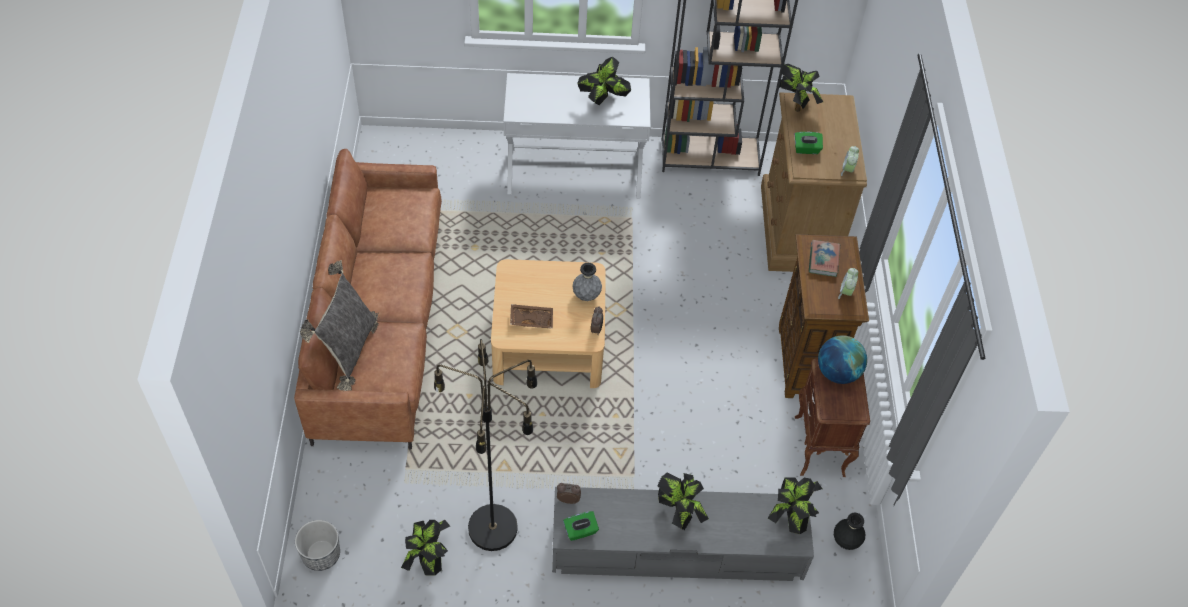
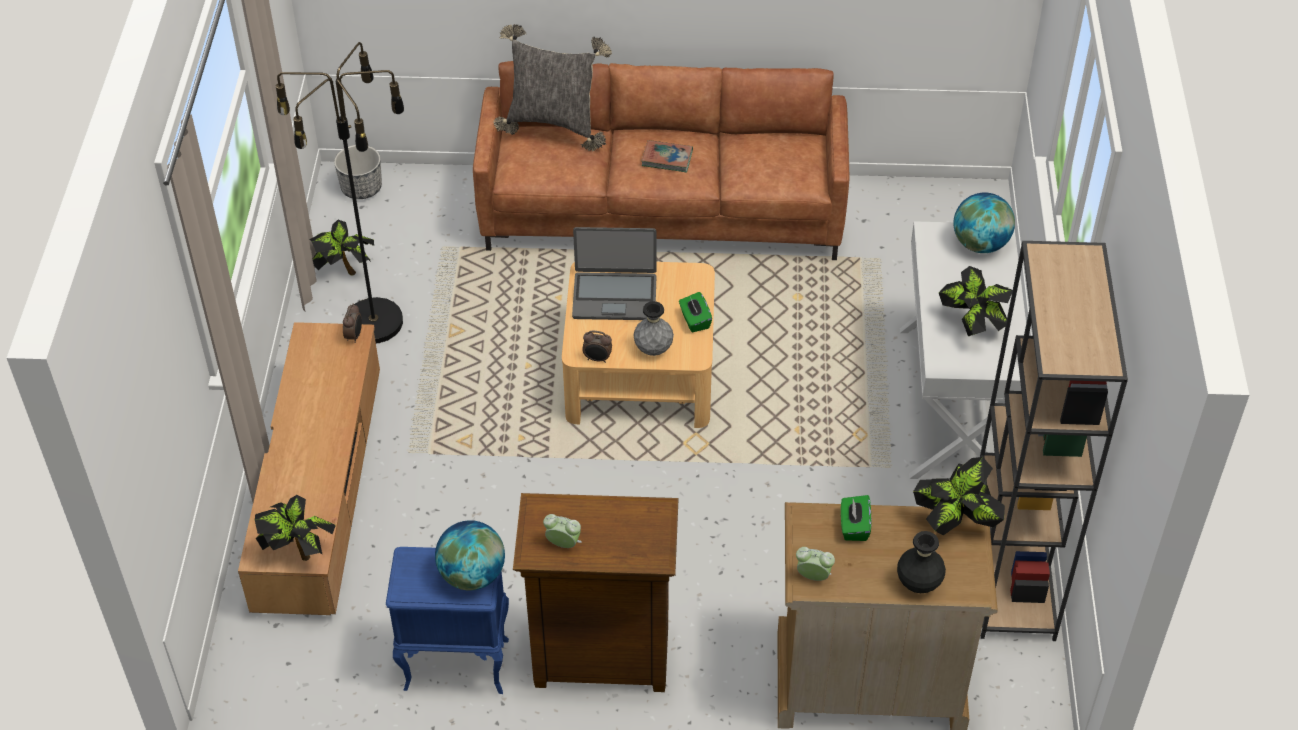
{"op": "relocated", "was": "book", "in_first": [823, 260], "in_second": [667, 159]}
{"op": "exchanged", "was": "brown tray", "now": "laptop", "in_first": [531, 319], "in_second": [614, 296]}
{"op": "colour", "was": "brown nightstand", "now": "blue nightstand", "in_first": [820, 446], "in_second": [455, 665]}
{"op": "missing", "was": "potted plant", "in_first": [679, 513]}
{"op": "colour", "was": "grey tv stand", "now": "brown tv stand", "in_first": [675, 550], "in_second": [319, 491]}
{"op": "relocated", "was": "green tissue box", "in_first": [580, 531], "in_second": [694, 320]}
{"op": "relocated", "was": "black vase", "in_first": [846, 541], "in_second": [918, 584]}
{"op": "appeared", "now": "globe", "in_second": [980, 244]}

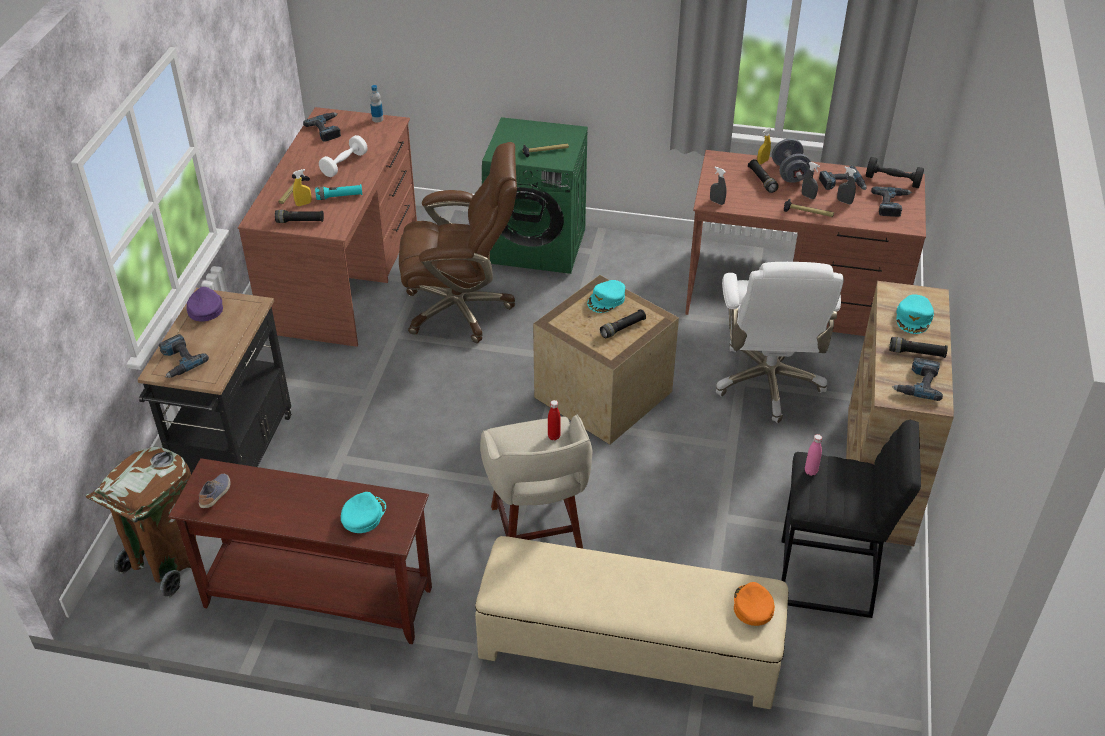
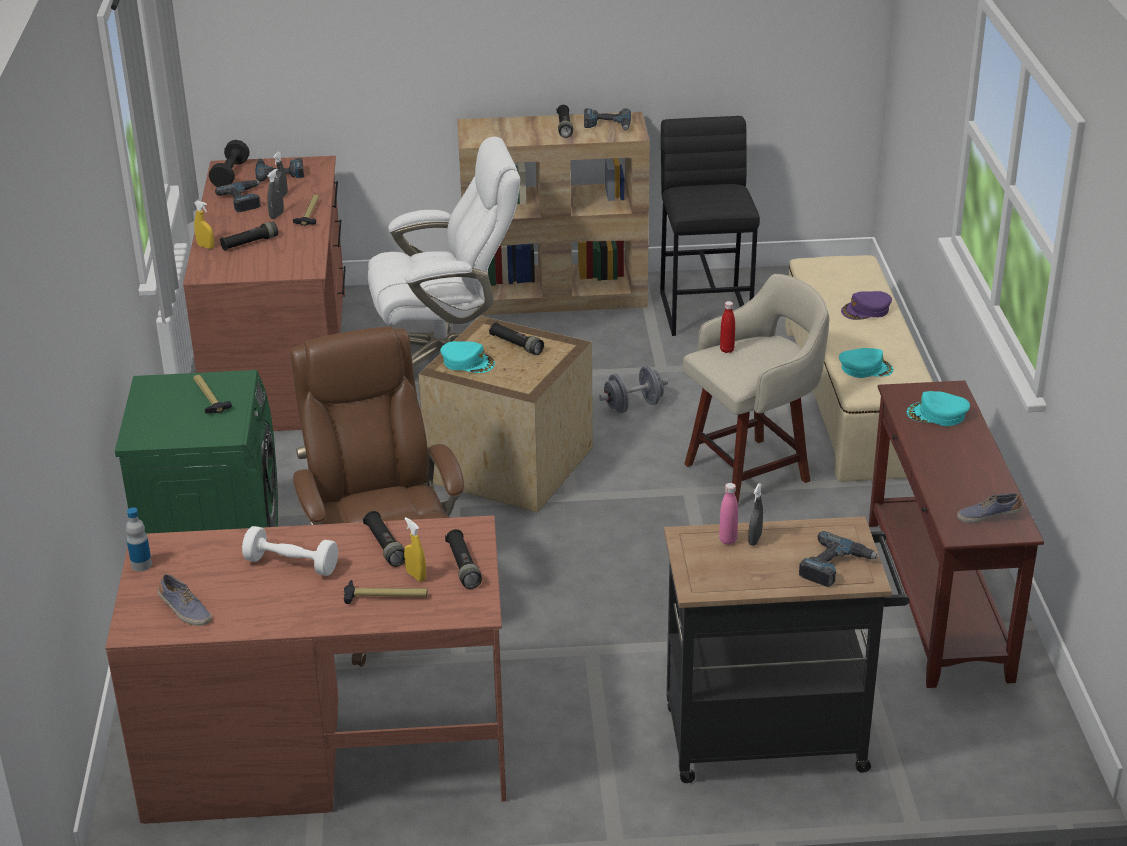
{"op": "exchanged", "was": "power drill", "now": "shoe", "in_first": [327, 129], "in_second": [184, 611]}
{"op": "relocated", "was": "grey dumbbell", "in_first": [789, 173], "in_second": [633, 406]}
{"op": "relocated", "was": "grey spray bottle", "in_first": [717, 202], "in_second": [755, 539]}
{"op": "colour", "was": "turquoise flashlight", "now": "black flashlight", "in_first": [339, 197], "in_second": [385, 546]}
{"op": "relocated", "was": "purple cap", "in_first": [205, 308], "in_second": [866, 310]}
{"op": "relocated", "was": "turquoise cap", "in_first": [914, 318], "in_second": [865, 368]}
{"op": "relocated", "was": "pink bottle", "in_first": [810, 471], "in_second": [728, 540]}
{"op": "missing", "was": "brown trash can", "in_first": [165, 563]}
{"op": "missing", "was": "orange cap", "in_first": [752, 606]}

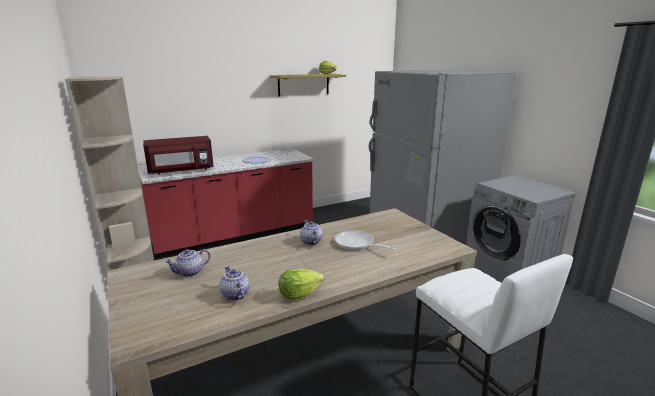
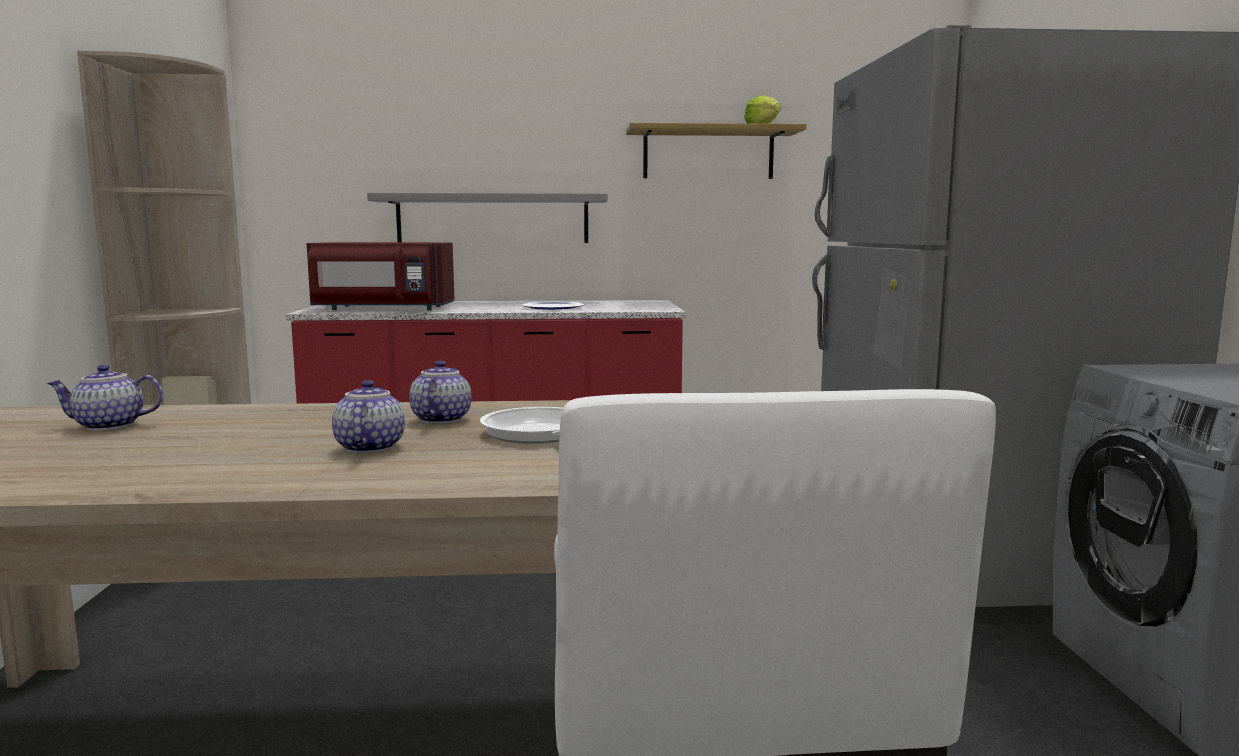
{"op": "relocated", "was": "teapot", "in_first": [234, 295], "in_second": [368, 447]}
{"op": "missing", "was": "lettuce", "in_first": [299, 294]}
{"op": "appeared", "now": "grey shelf", "in_second": [493, 219]}

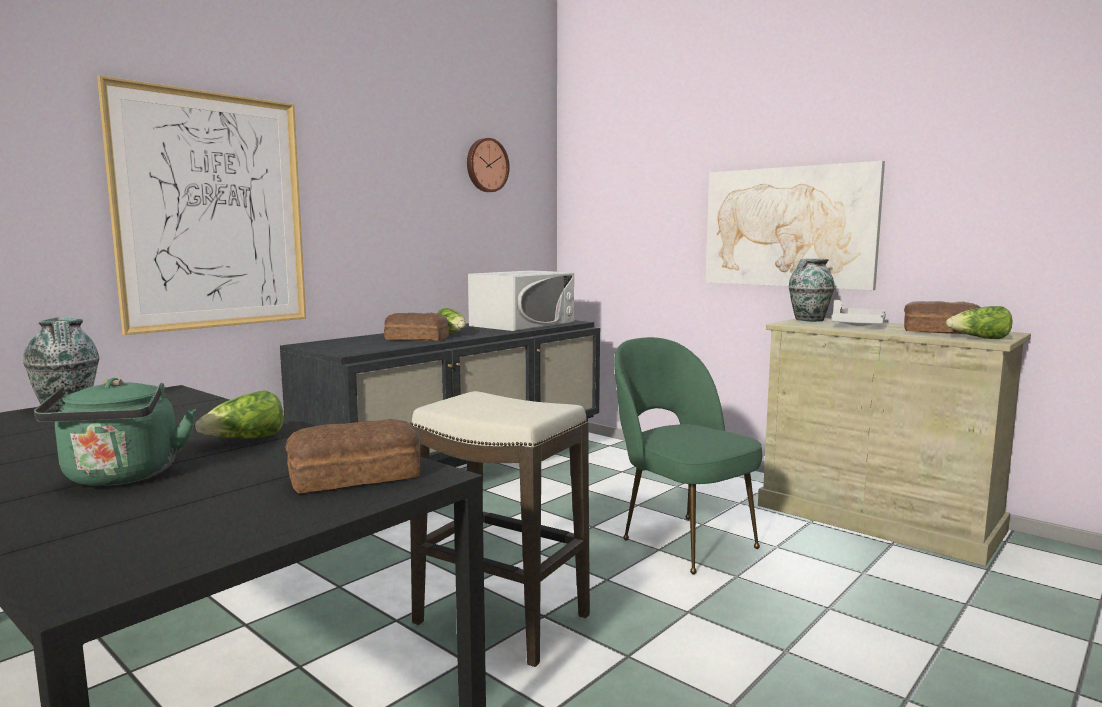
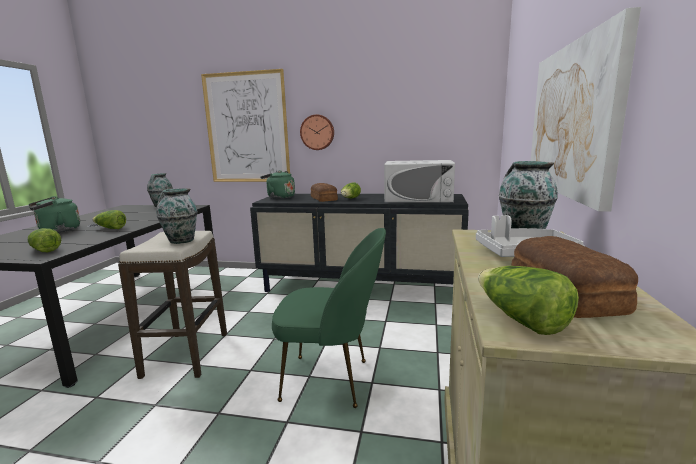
{"op": "relocated", "was": "wall clock", "in_first": [486, 165], "in_second": [317, 132]}
{"op": "spun", "was": "green chair", "in_first": [682, 540], "in_second": [333, 381], "clockwise": 75}
{"op": "exchanged", "was": "bread", "now": "lettuce", "in_first": [357, 477], "in_second": [44, 250]}
{"op": "appeared", "now": "green kettle", "in_second": [279, 197]}
{"op": "appeared", "now": "vase", "in_second": [181, 241]}

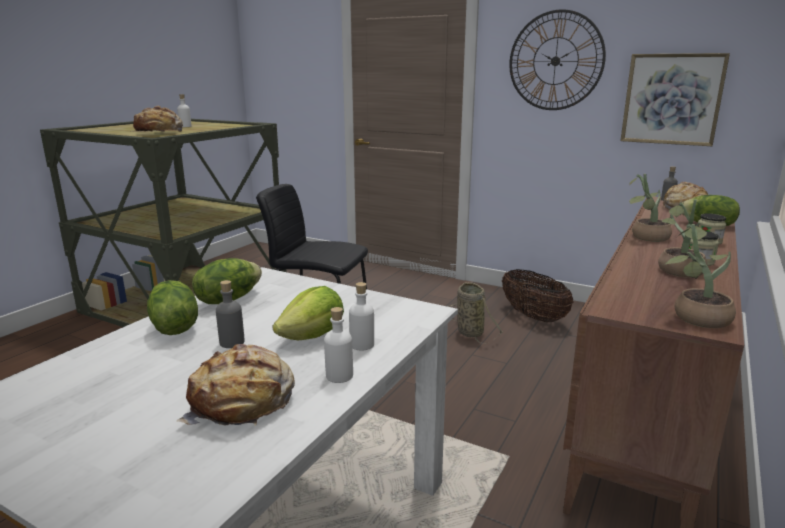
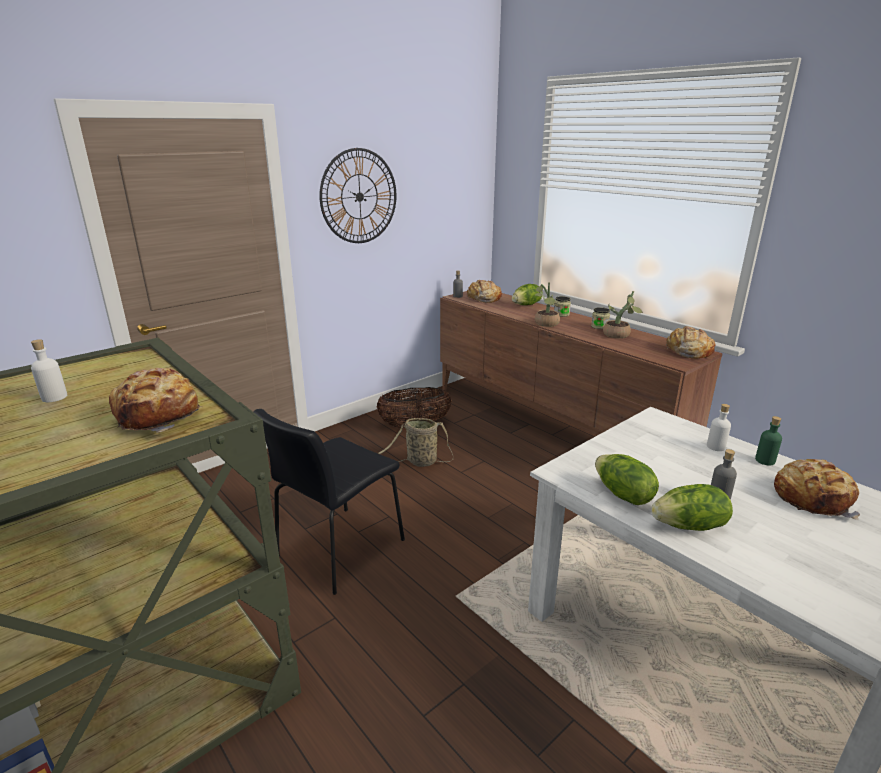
{"op": "missing", "was": "picture", "in_first": [672, 99]}
{"op": "exchanged", "was": "potted plant", "now": "bread", "in_first": [694, 317], "in_second": [688, 351]}
{"op": "missing", "was": "lettuce", "in_first": [313, 336]}
{"op": "colour", "was": "white bottle", "now": "green bottle", "in_first": [339, 376], "in_second": [765, 460]}

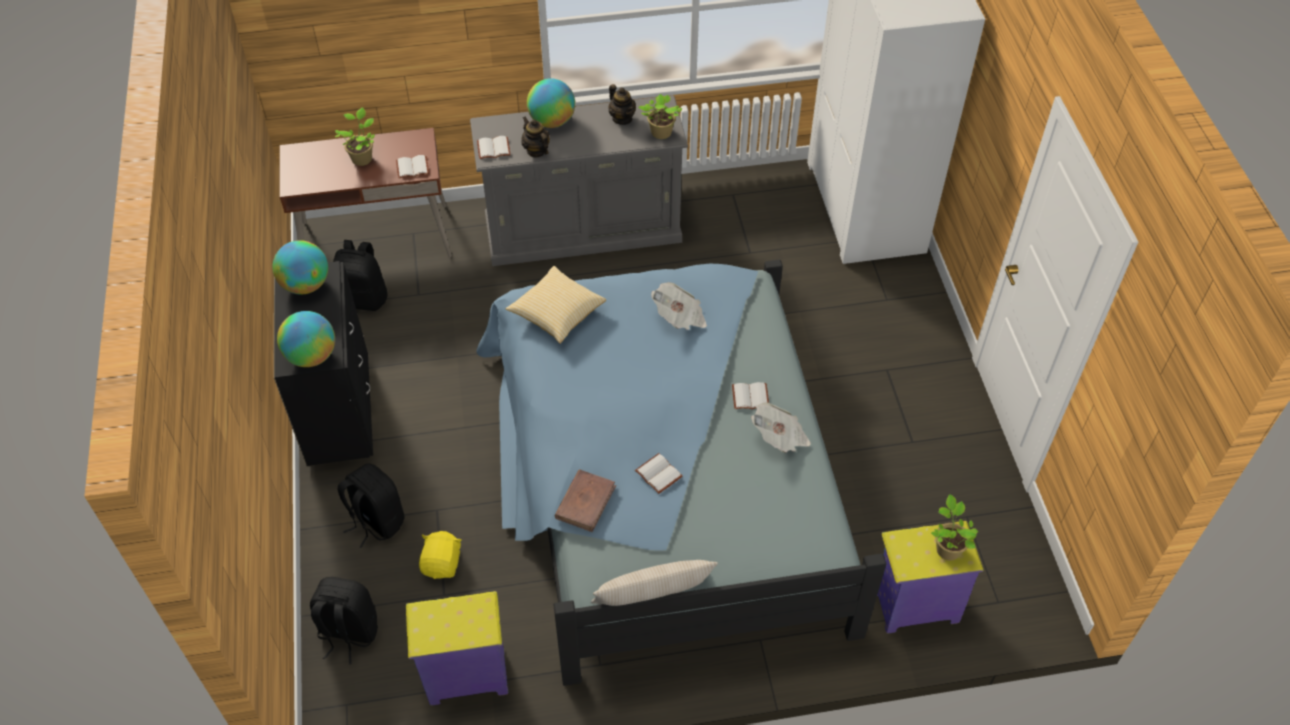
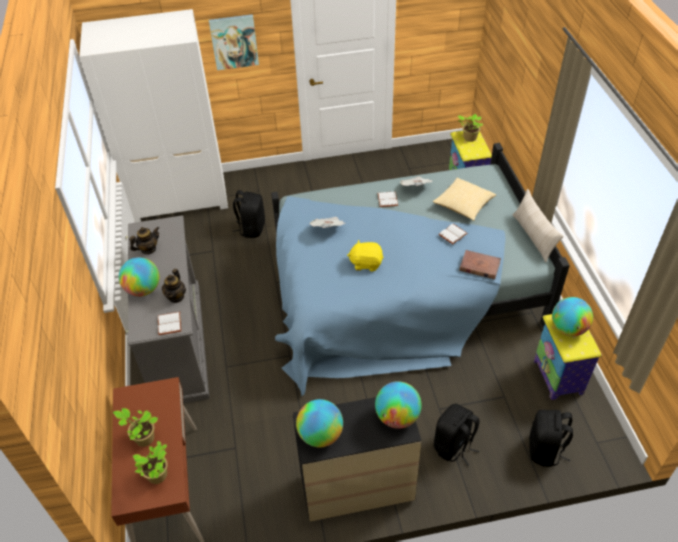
{"op": "relocated", "was": "potted plant", "in_first": [660, 133], "in_second": [158, 476]}
{"op": "spun", "was": "teapot", "in_first": [536, 151], "in_second": [176, 296], "clockwise": -45}
{"op": "missing", "was": "white book", "in_first": [412, 168]}
{"op": "relocated", "was": "black backpack", "in_first": [364, 298], "in_second": [251, 228]}
{"op": "relocated", "was": "pillow", "in_first": [557, 313], "in_second": [463, 205]}
{"op": "relocated", "was": "yellow plush toy", "in_first": [442, 563], "in_second": [366, 263]}
{"op": "appeared", "now": "picture", "in_second": [234, 41]}
{"op": "appeared", "now": "globe", "in_second": [568, 328]}

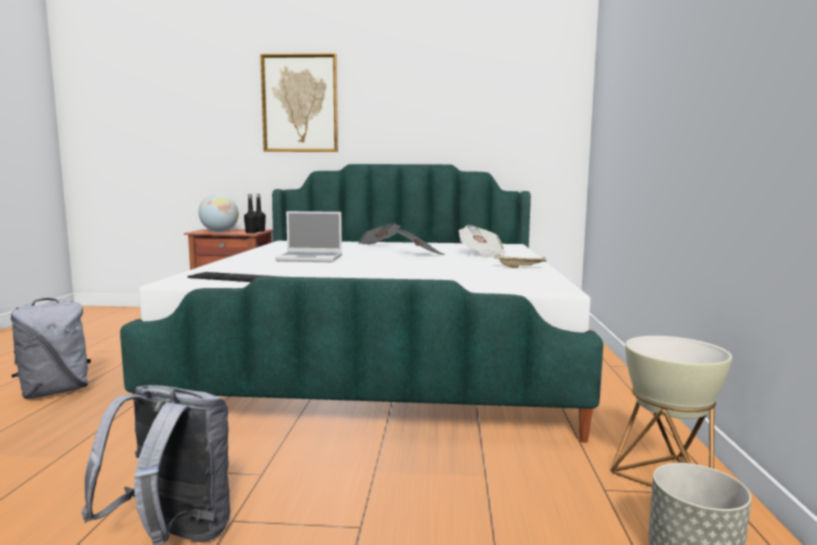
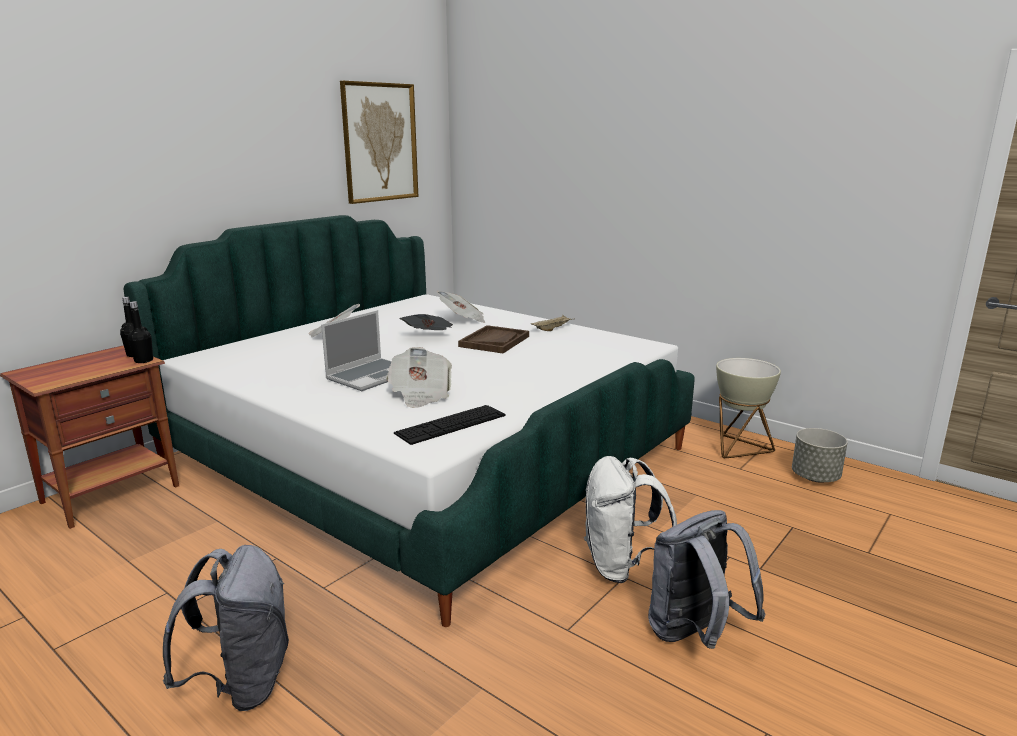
{"op": "relocated", "was": "picture", "in_first": [300, 103], "in_second": [380, 142]}
{"op": "missing", "was": "globe", "in_first": [219, 232]}
{"op": "appeared", "now": "brown tray", "in_second": [494, 341]}
{"op": "appeared", "now": "newspaper", "in_second": [420, 395]}
{"op": "appeared", "now": "white backpack", "in_second": [621, 566]}

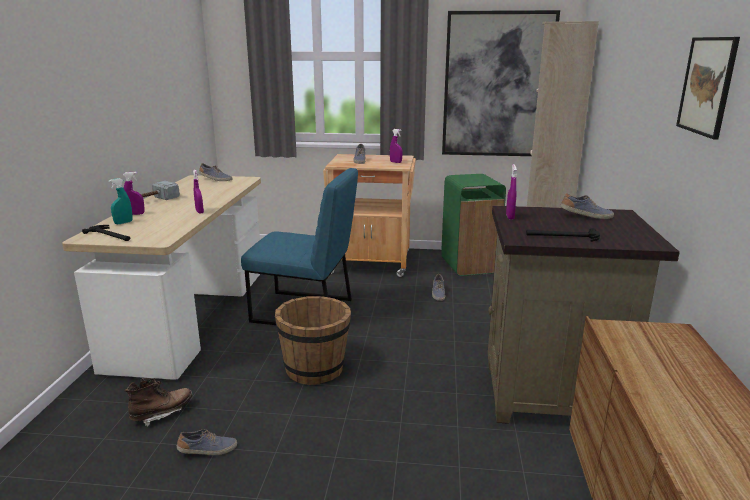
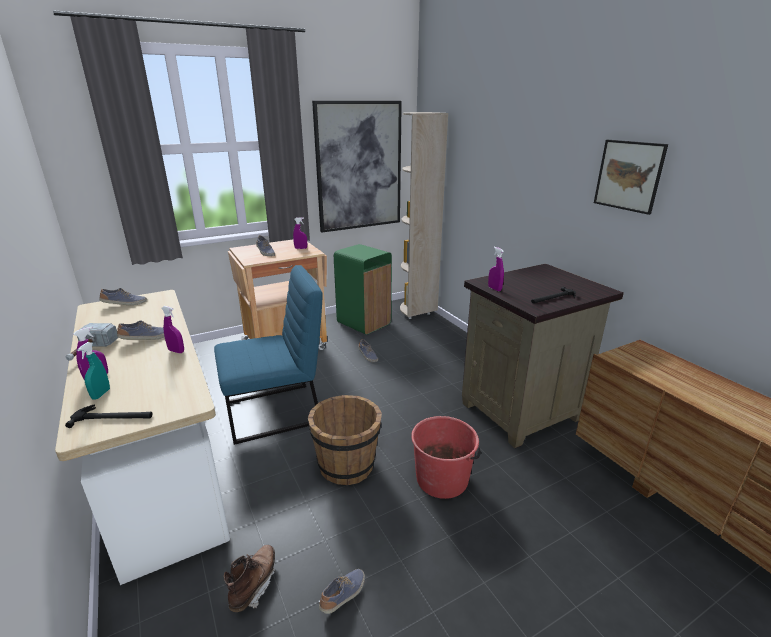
{"op": "relocated", "was": "shoe", "in_first": [586, 216], "in_second": [146, 338]}
{"op": "appeared", "now": "red bucket", "in_second": [442, 478]}

